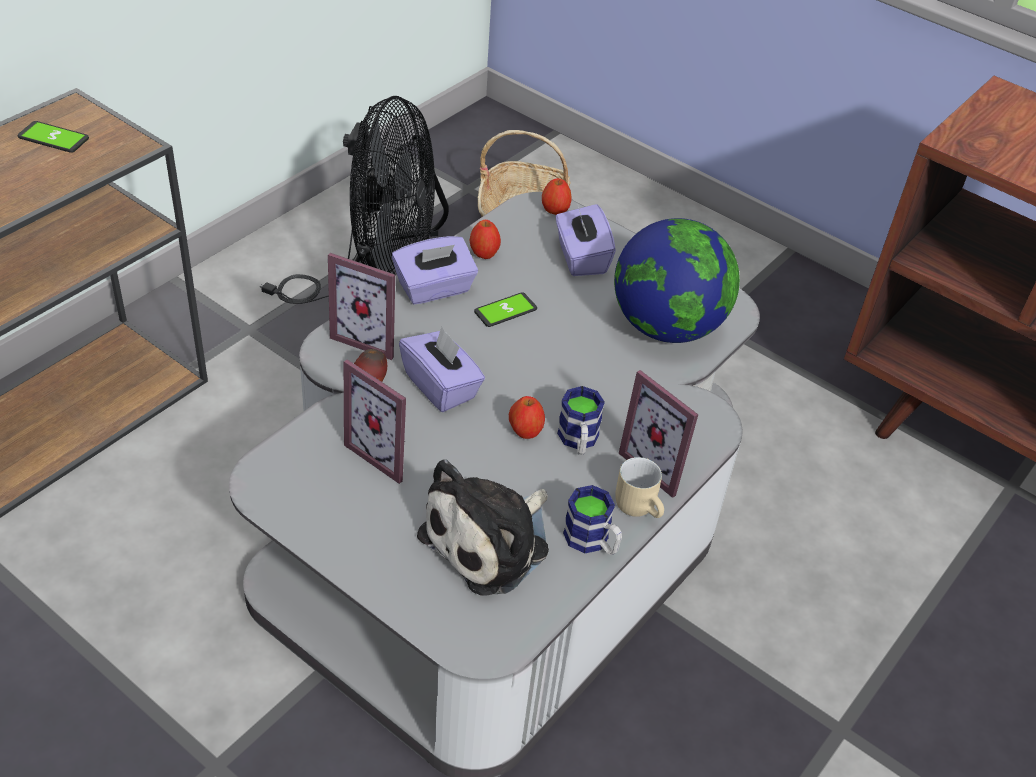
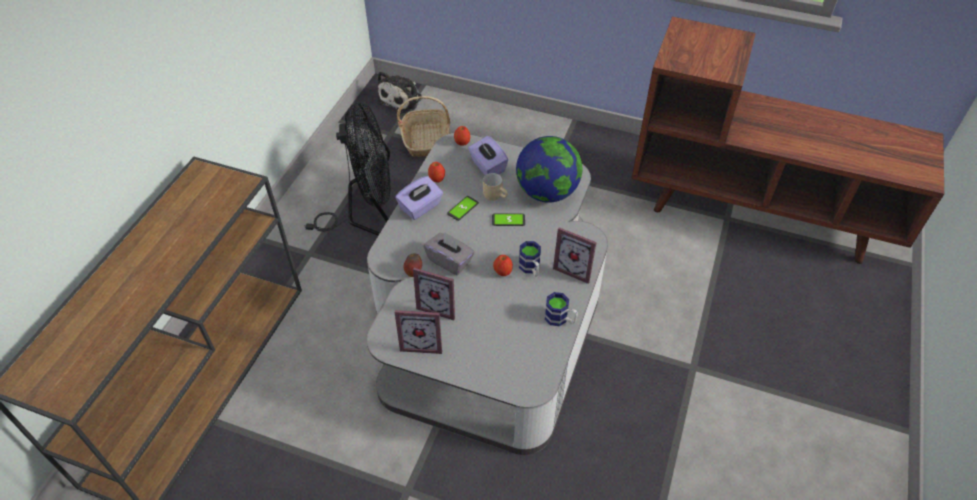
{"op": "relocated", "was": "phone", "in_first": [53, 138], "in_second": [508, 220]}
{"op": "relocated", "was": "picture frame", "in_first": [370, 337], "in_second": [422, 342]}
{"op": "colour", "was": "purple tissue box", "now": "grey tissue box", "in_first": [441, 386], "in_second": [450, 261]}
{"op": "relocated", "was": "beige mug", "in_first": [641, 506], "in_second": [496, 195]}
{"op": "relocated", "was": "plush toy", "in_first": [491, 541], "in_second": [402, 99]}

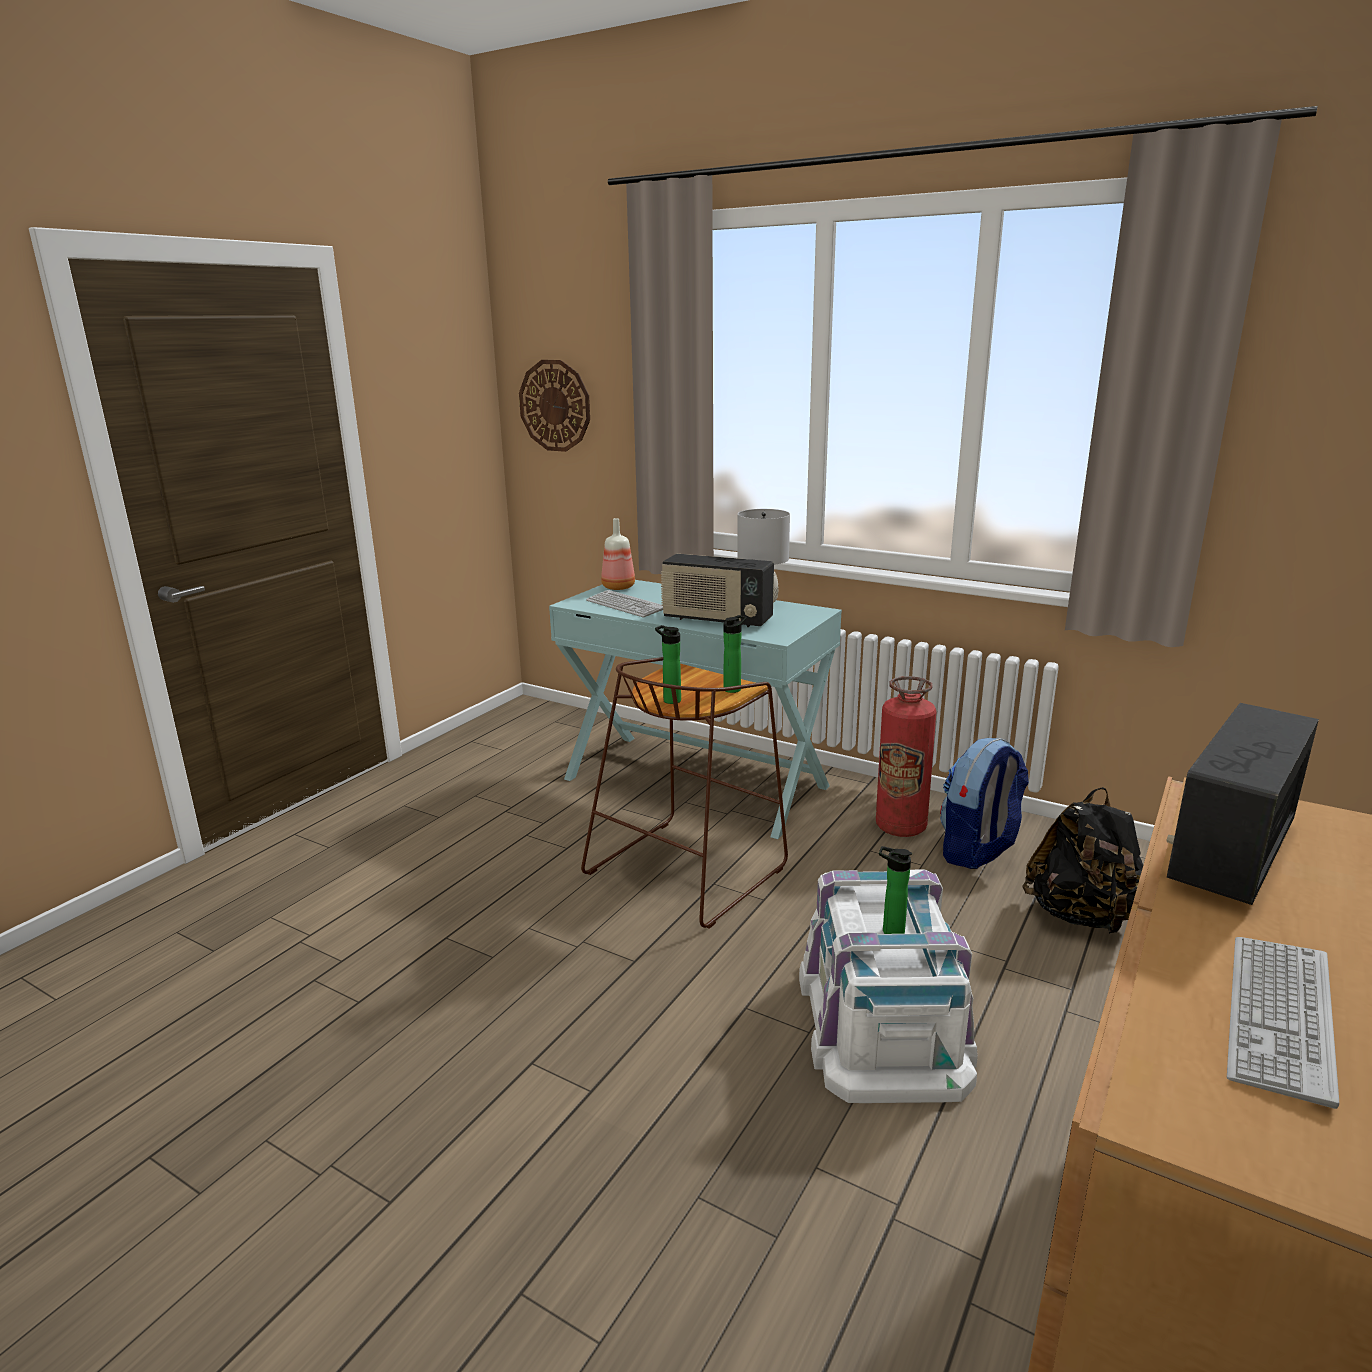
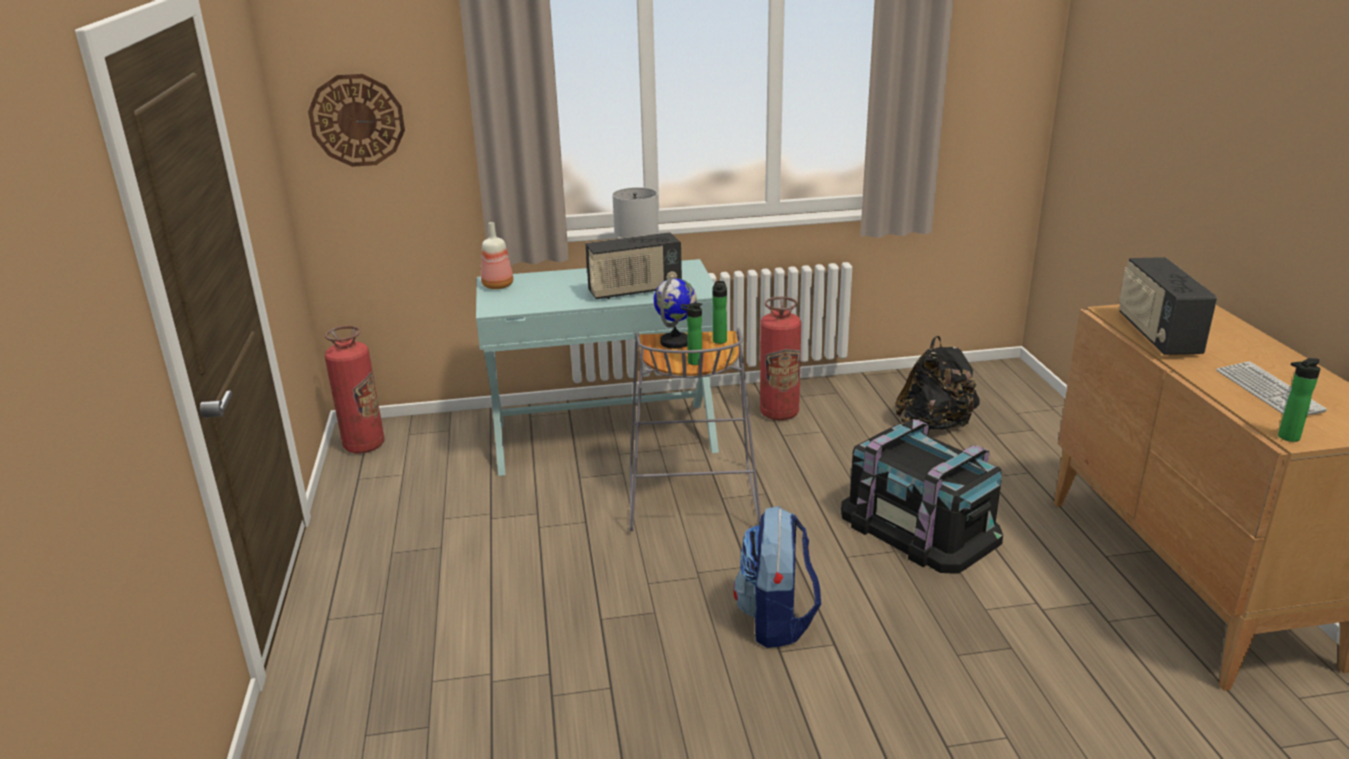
{"op": "missing", "was": "keyboard", "in_first": [625, 605]}
{"op": "colour", "was": "brown stool", "now": "grey stool", "in_first": [686, 868], "in_second": [690, 497]}
{"op": "relocated", "was": "backpack", "in_first": [978, 851], "in_second": [776, 620]}
{"op": "relocated", "was": "bottle", "in_first": [889, 931], "in_second": [1286, 437]}
{"op": "colour", "was": "white storage box", "now": "black storage box", "in_first": [883, 1021], "in_second": [920, 526]}
{"op": "appeared", "now": "globe", "in_second": [675, 342]}
{"op": "appeared", "now": "fire extinguisher", "in_second": [364, 445]}

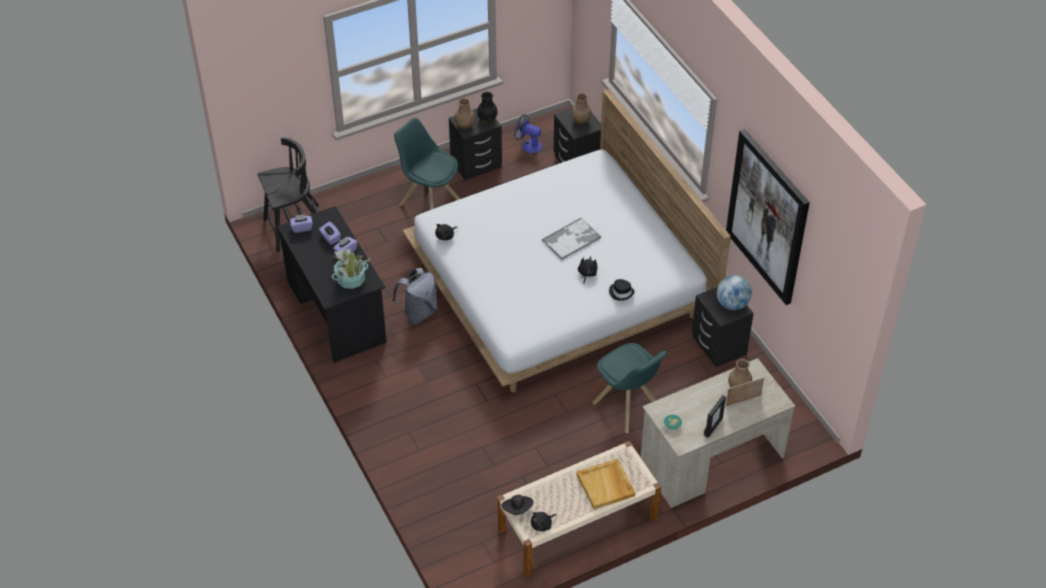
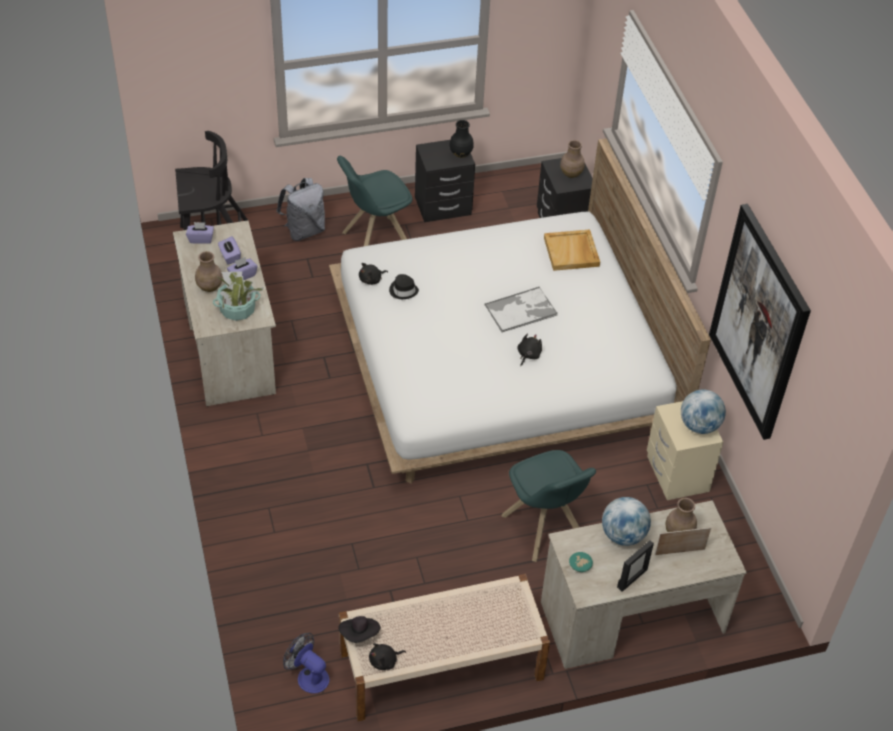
{"op": "relocated", "was": "brown vase", "in_first": [465, 125], "in_second": [210, 287]}
{"op": "relocated", "was": "fan", "in_first": [528, 145], "in_second": [308, 676]}
{"op": "spun", "was": "turquoise chair", "in_first": [429, 203], "in_second": [376, 241], "clockwise": -75}
{"op": "colour", "was": "black desk", "now": "beige desk", "in_first": [336, 311], "in_second": [229, 346]}
{"op": "relocated", "was": "grey backpack", "in_first": [418, 313], "in_second": [304, 230]}
{"op": "relocated", "was": "black hat", "in_first": [621, 292], "in_second": [403, 290]}
{"op": "colour", "was": "black nightstand", "now": "beige nightstand", "in_first": [719, 345], "in_second": [677, 474]}
{"op": "relocated", "was": "beige tray", "in_first": [606, 485], "in_second": [572, 252]}
{"op": "appeared", "now": "globe", "in_second": [623, 535]}

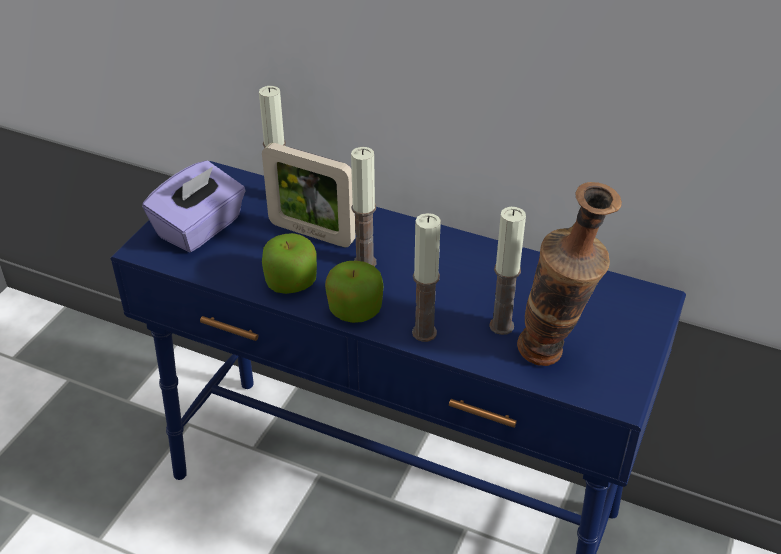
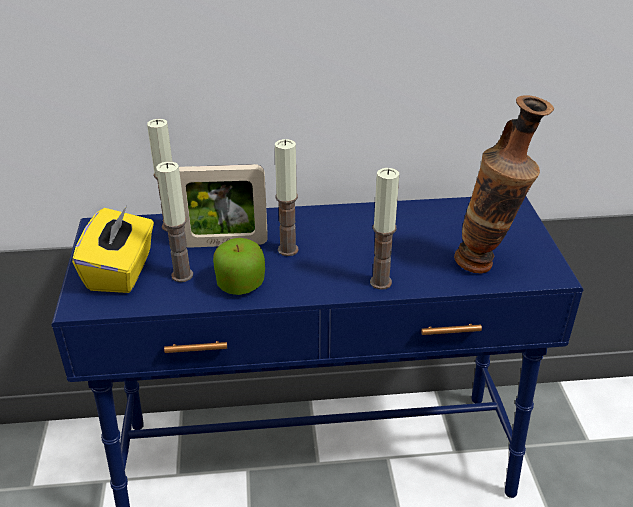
{"op": "colour", "was": "purple tissue box", "now": "yellow tissue box", "in_first": [200, 228], "in_second": [121, 271]}
{"op": "relocated", "was": "candle", "in_first": [501, 326], "in_second": [182, 275]}
{"op": "missing", "was": "apple", "in_first": [355, 310]}

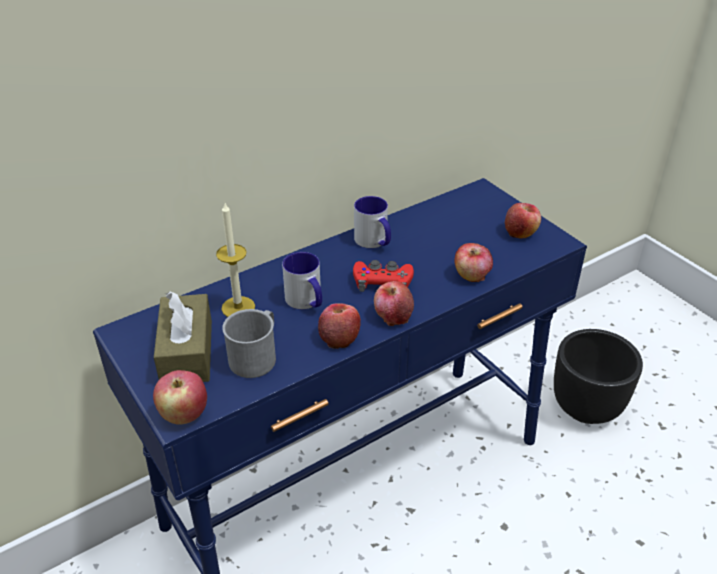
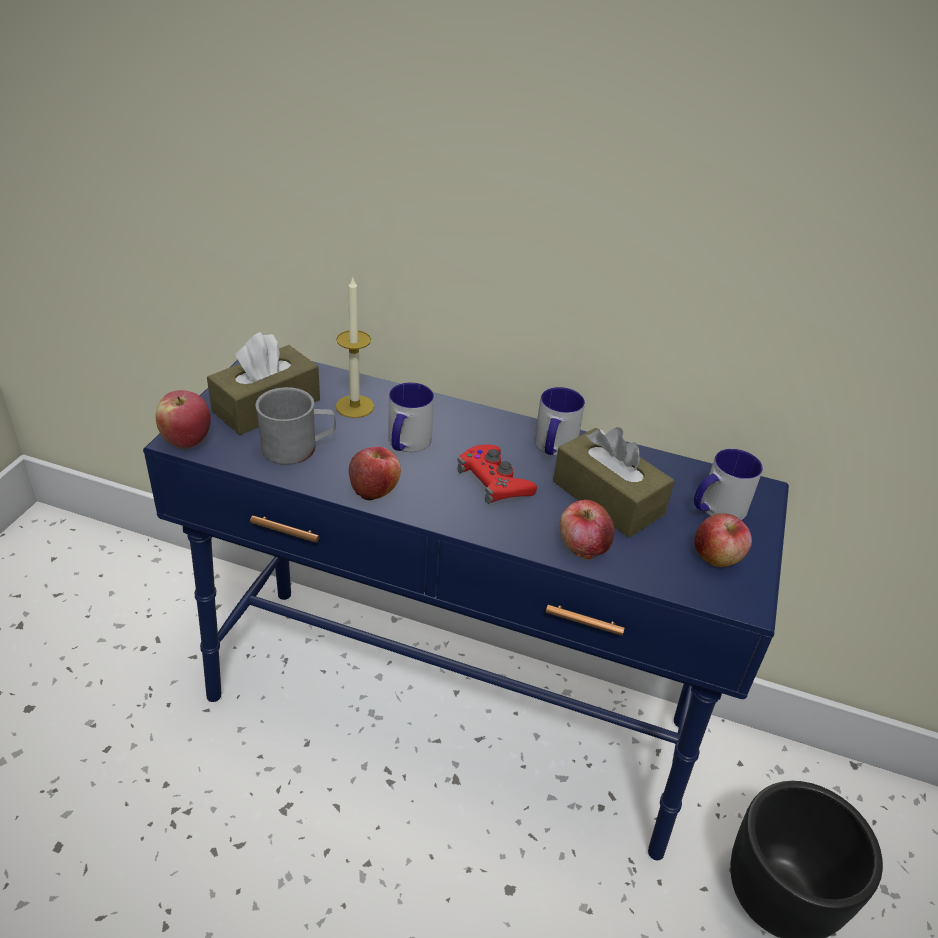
{"op": "missing", "was": "apple", "in_first": [393, 316]}
{"op": "appeared", "now": "brown tissue box", "in_second": [607, 498]}
{"op": "appeared", "now": "mug", "in_second": [716, 509]}

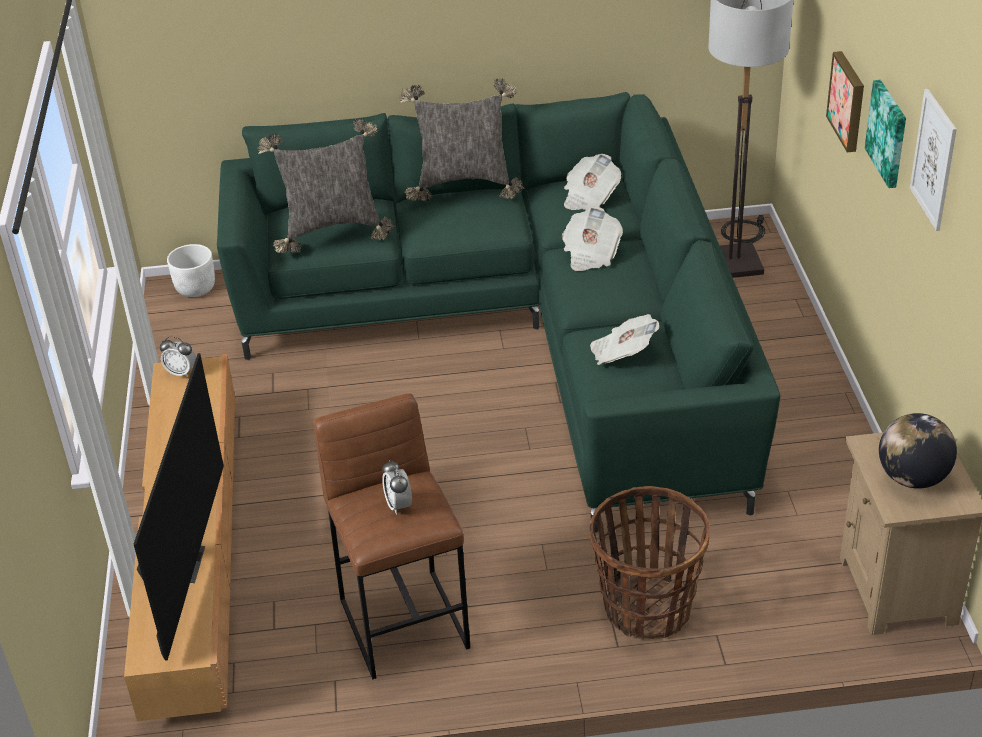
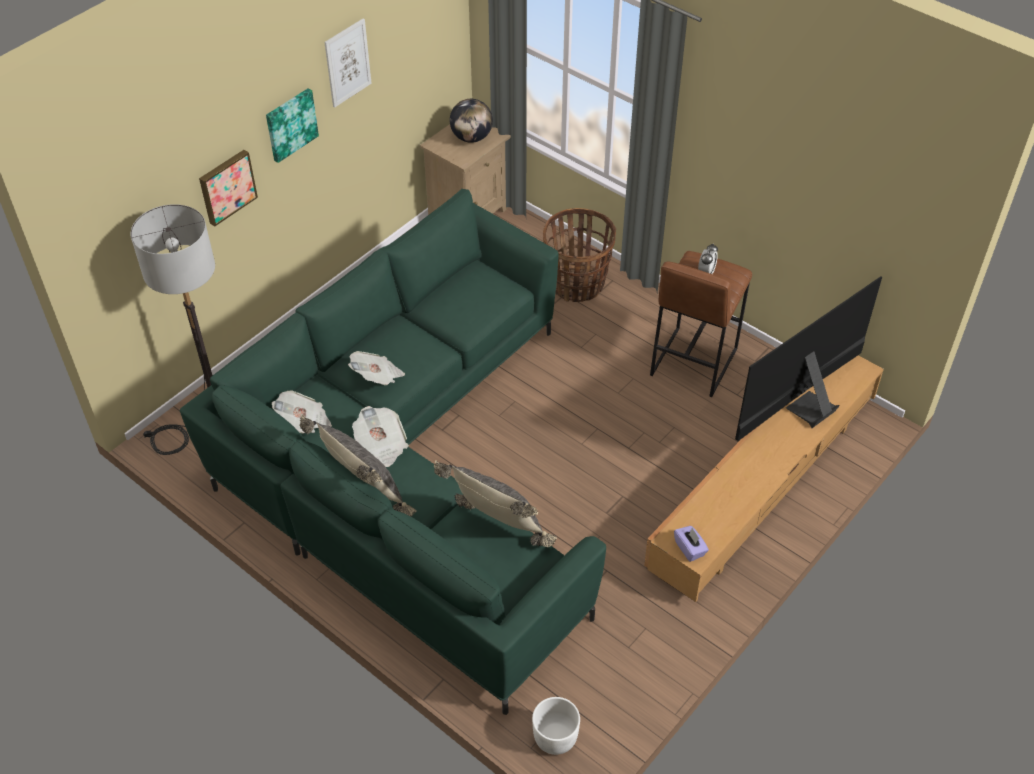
{"op": "relocated", "was": "newspaper", "in_first": [622, 354], "in_second": [381, 445]}
{"op": "exchanged", "was": "alarm clock", "now": "purple tissue box", "in_first": [181, 372], "in_second": [690, 549]}

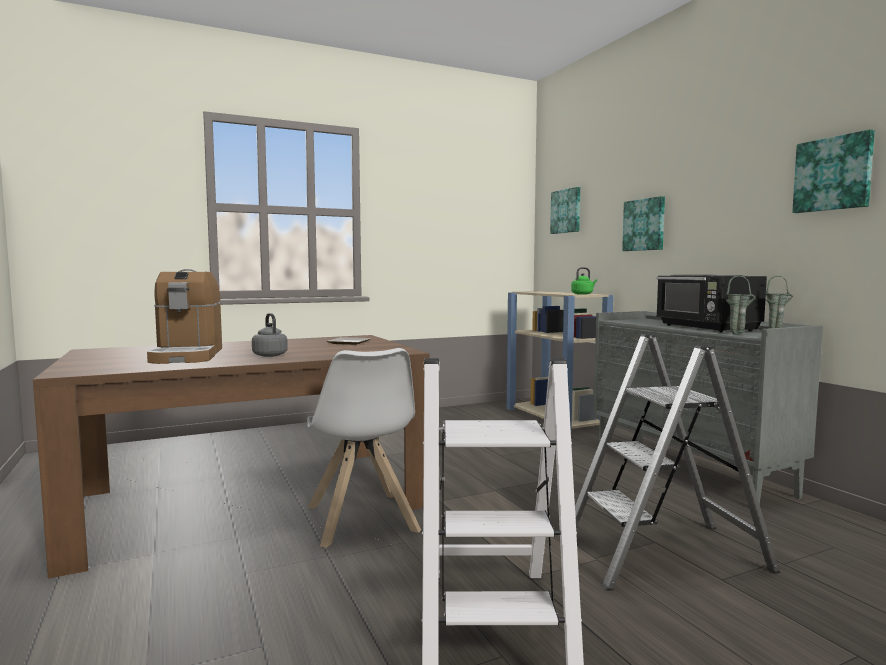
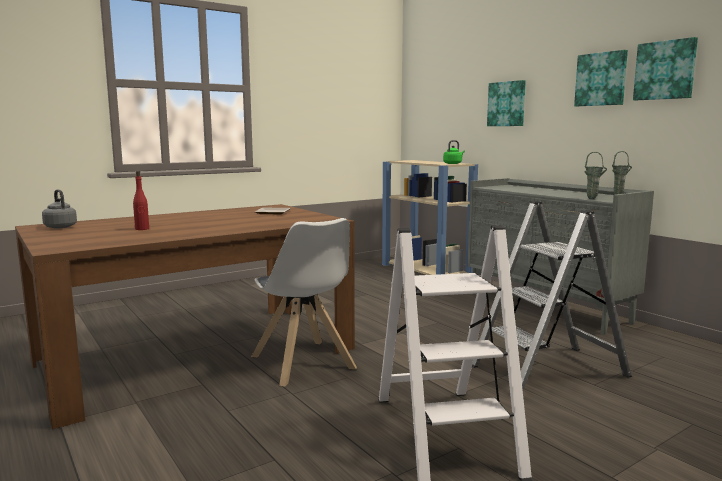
{"op": "relocated", "was": "picture", "in_first": [566, 211], "in_second": [601, 79]}
{"op": "exchanged", "was": "coffee machine", "now": "red bottle", "in_first": [187, 355], "in_second": [142, 229]}
{"op": "missing", "was": "black microwave", "in_first": [706, 328]}
{"op": "relocated", "was": "grey kettle", "in_first": [269, 355], "in_second": [60, 227]}

